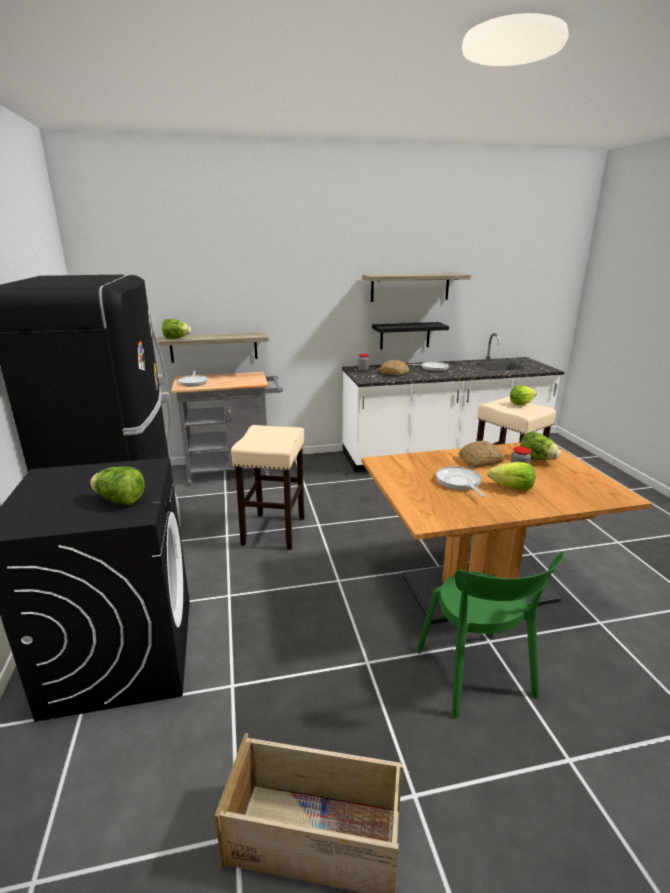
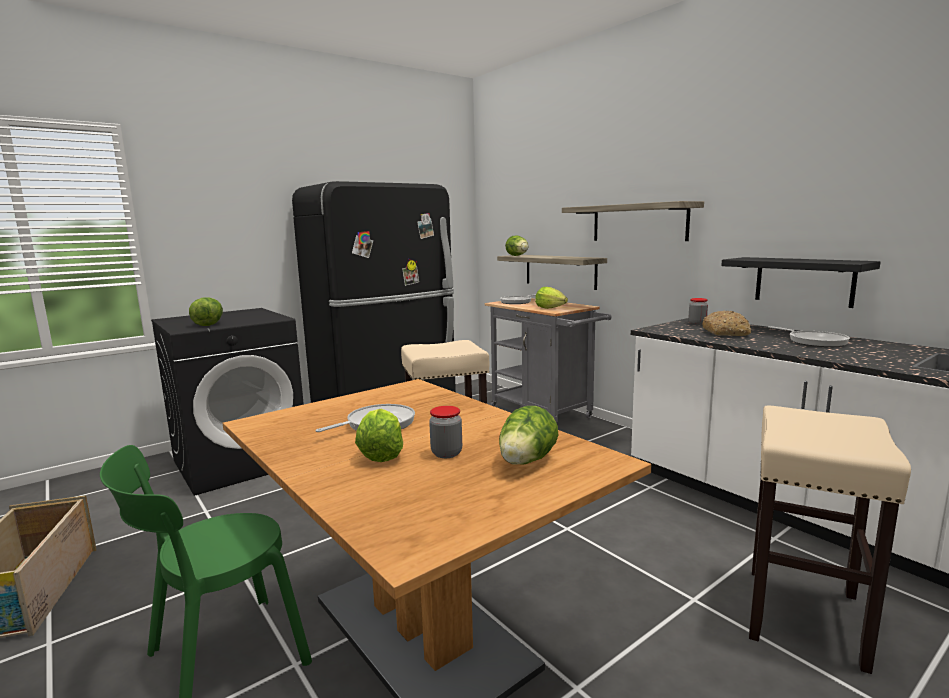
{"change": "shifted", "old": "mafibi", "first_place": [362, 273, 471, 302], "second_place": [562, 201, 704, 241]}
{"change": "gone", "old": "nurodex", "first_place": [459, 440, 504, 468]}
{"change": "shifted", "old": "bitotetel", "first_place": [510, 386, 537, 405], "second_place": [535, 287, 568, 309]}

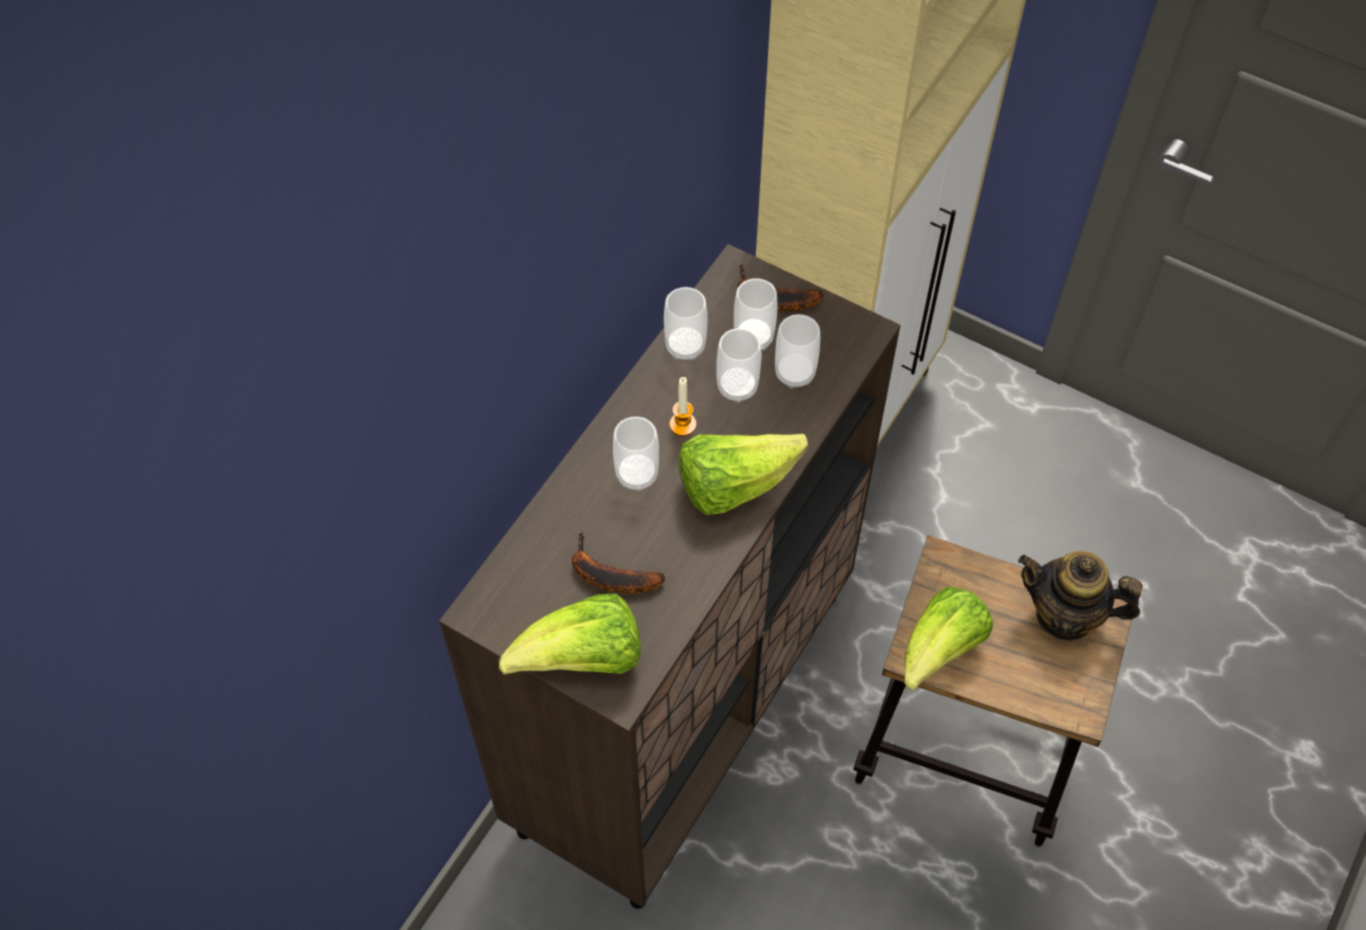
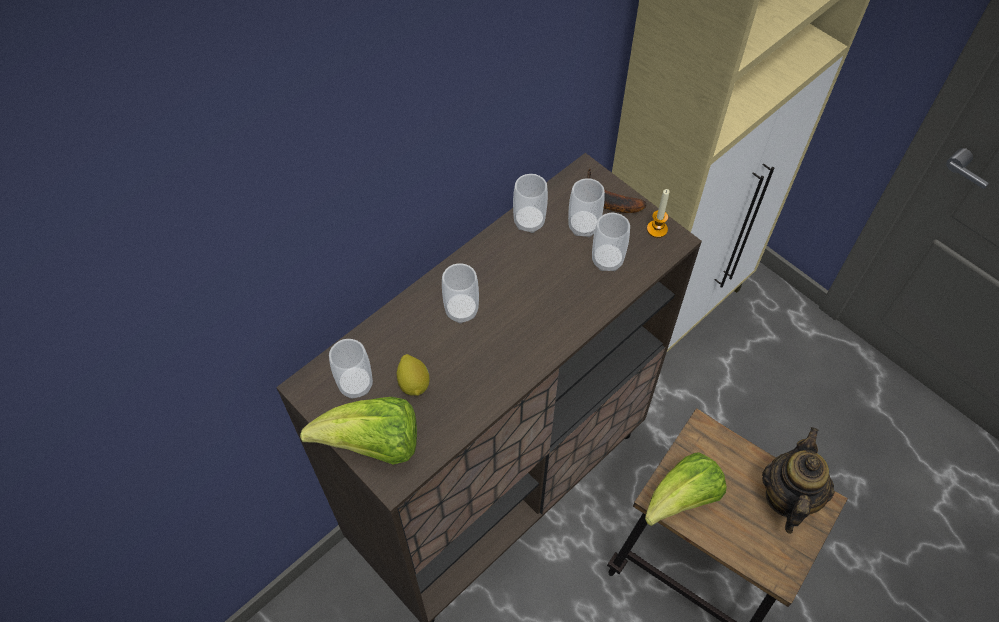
{"change": "swapped", "old": "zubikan", "new": "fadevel", "first_place": [572, 531, 665, 594], "second_place": [397, 354, 430, 396]}
{"change": "shifted", "old": "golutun", "first_place": [669, 377, 697, 436], "second_place": [647, 189, 669, 238]}
{"change": "gone", "old": "bitotetel", "first_place": [679, 434, 808, 515]}
{"change": "shifted", "old": "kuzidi", "first_place": [716, 328, 761, 403], "second_place": [329, 339, 373, 399]}
{"change": "rotated", "old": "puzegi", "first_place": [1018, 551, 1142, 641], "second_place": [762, 427, 835, 534], "degrees": 75}

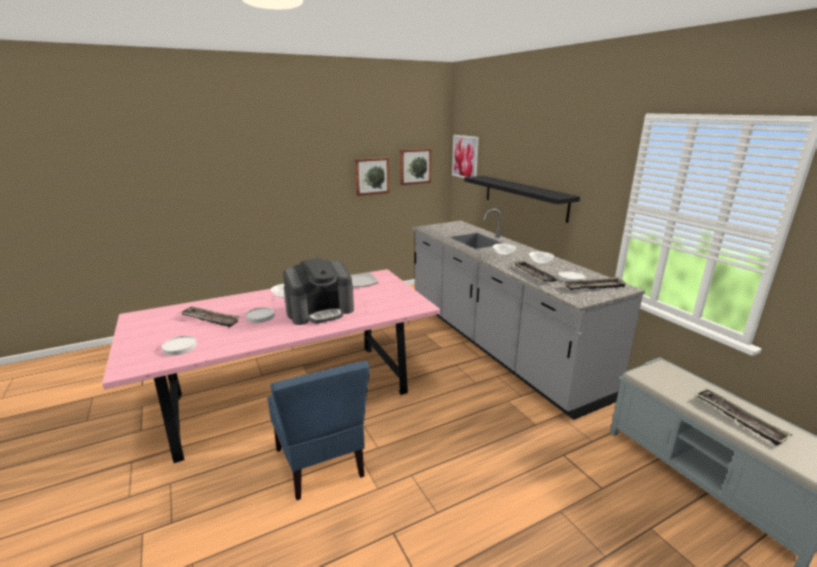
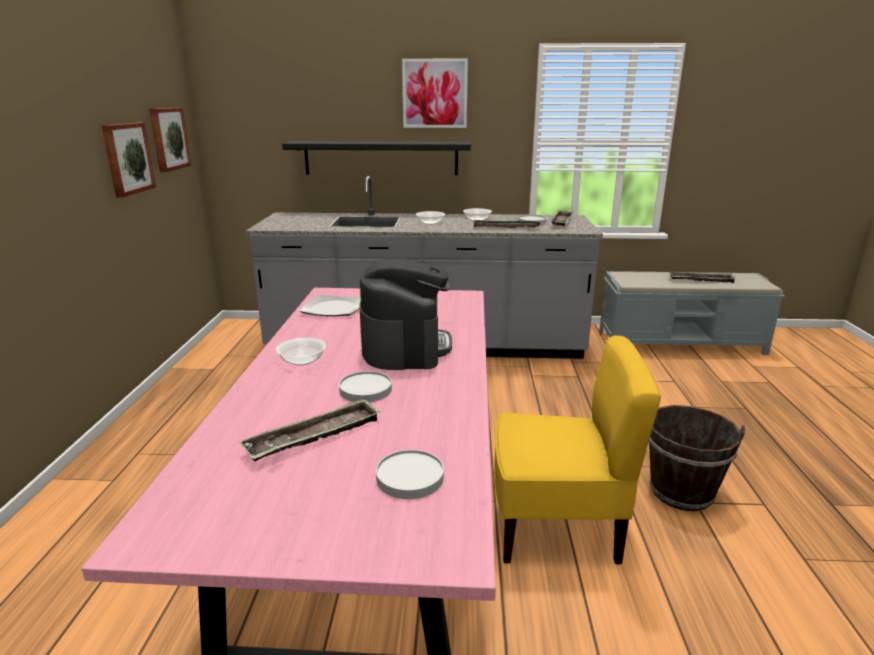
{"change": "repainted", "old": "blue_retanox", "new": "yellow_retanox", "first_place": [267, 361, 370, 501], "second_place": [494, 335, 661, 564]}
{"change": "shifted", "old": "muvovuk", "first_place": [452, 135, 479, 178], "second_place": [402, 59, 468, 128]}
{"change": "new", "new": "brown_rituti", "second_place": [649, 405, 745, 511]}

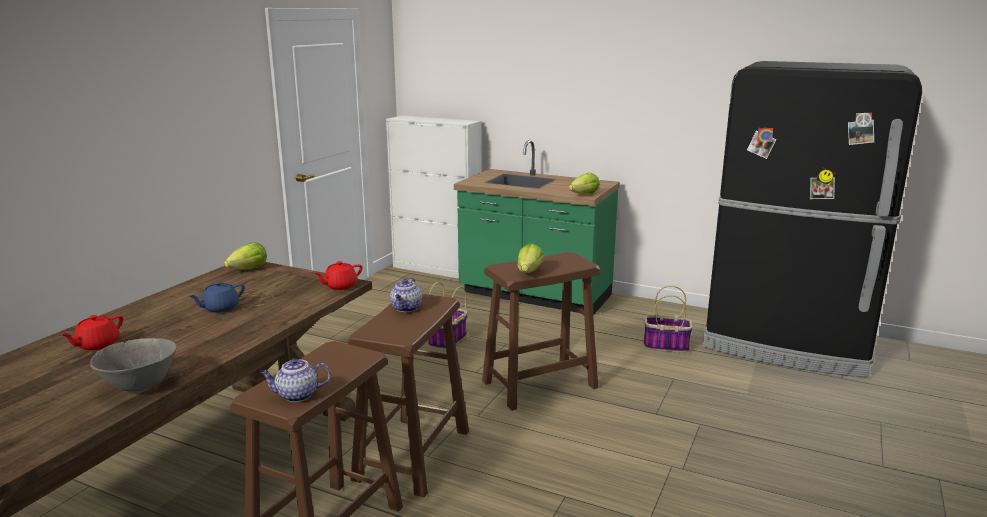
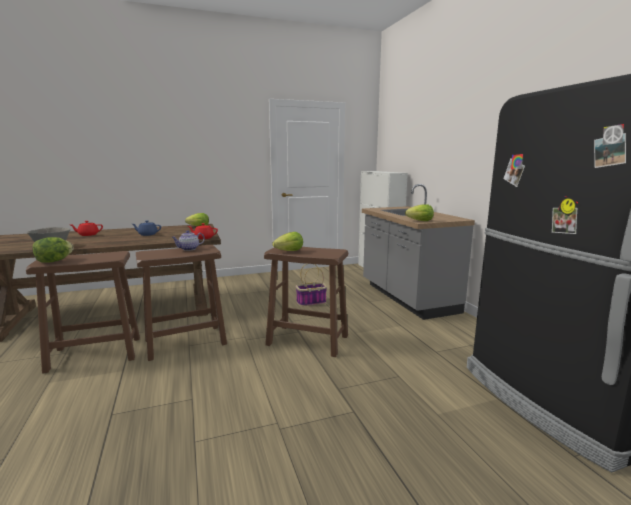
{"change": "swapped", "old": "puzegi", "new": "bitotetel", "first_place": [260, 358, 331, 402], "second_place": [32, 237, 74, 263]}
{"change": "repainted", "old": "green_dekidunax", "new": "grey_dekidunax", "first_place": [454, 140, 620, 315], "second_place": [362, 184, 475, 320]}
{"change": "gone", "old": "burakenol", "first_place": [644, 285, 693, 353]}

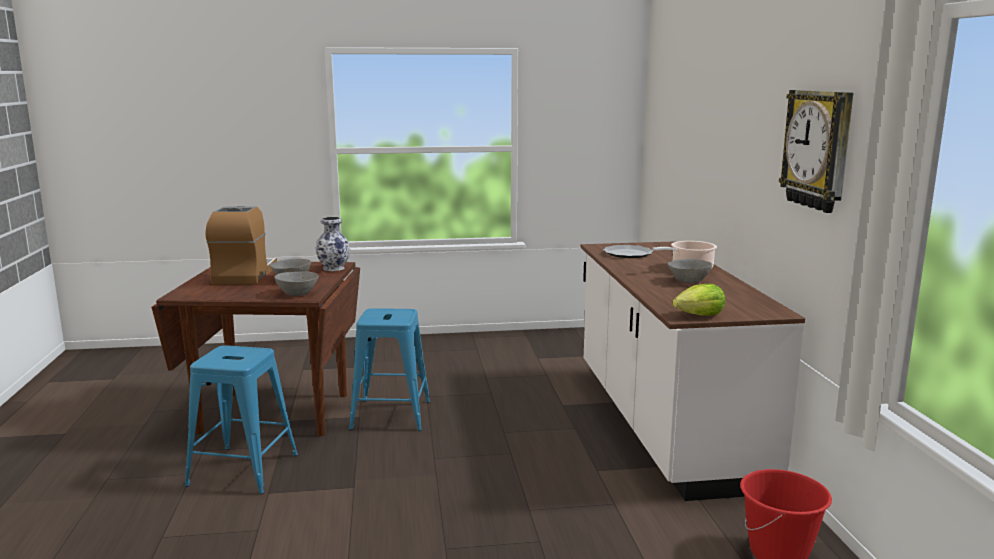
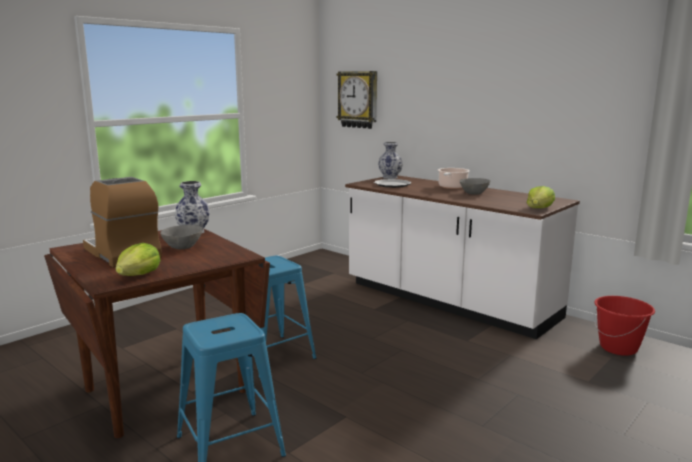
{"change": "gone", "old": "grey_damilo", "first_place": [275, 271, 318, 296]}
{"change": "shifted", "old": "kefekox", "first_place": [779, 90, 853, 213], "second_place": [336, 71, 377, 129]}
{"change": "new", "new": "bitotetel", "second_place": [116, 243, 161, 276]}
{"change": "new", "new": "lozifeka", "second_place": [378, 142, 403, 179]}

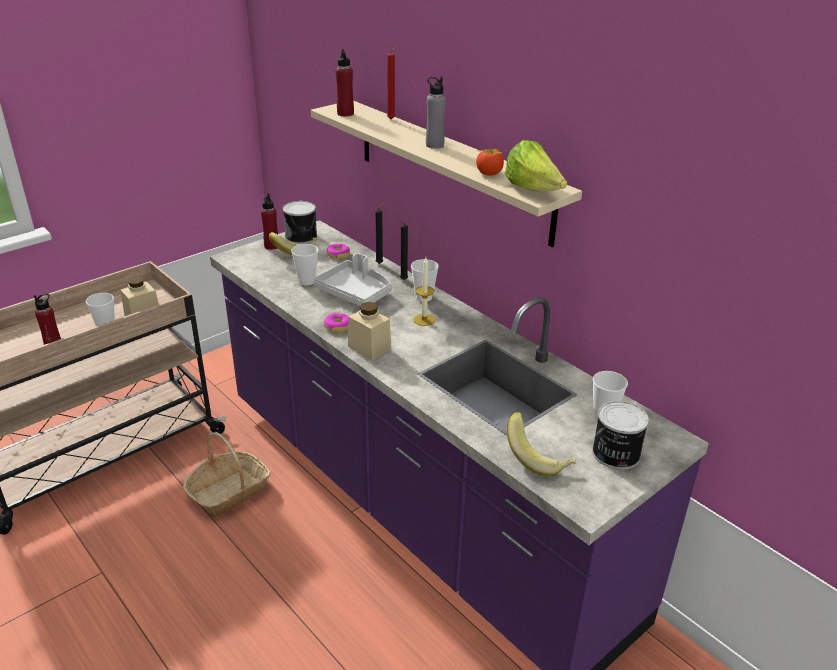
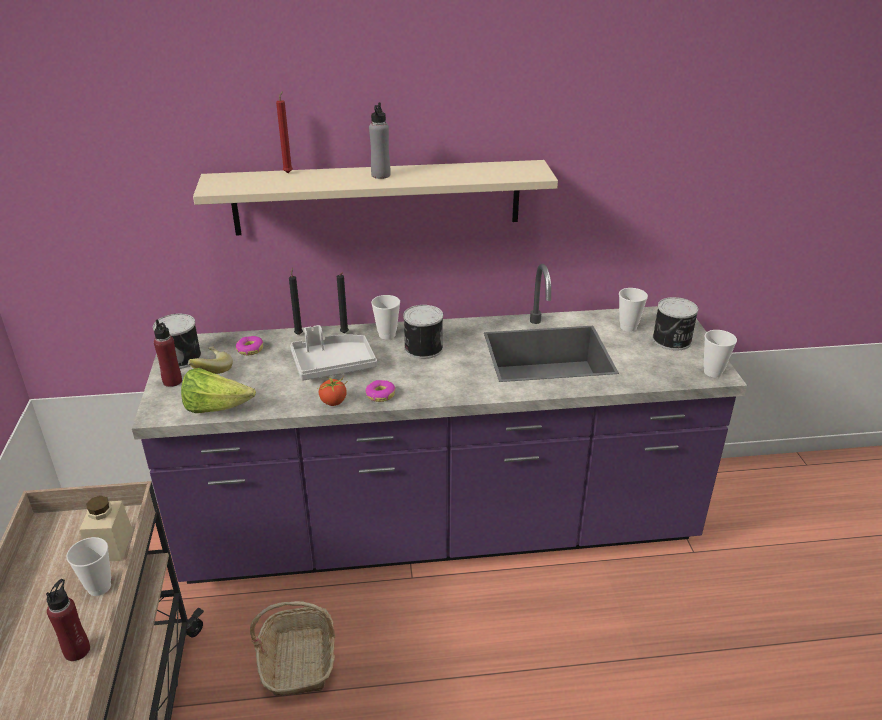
{"change": "shifted", "old": "kuzidi", "first_place": [291, 244, 318, 286], "second_place": [704, 330, 737, 377]}
{"change": "gone", "old": "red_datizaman", "first_place": [336, 49, 354, 116]}
{"change": "gone", "old": "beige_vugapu", "first_place": [348, 302, 392, 360]}
{"change": "swapped", "old": "golutun", "new": "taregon", "first_place": [413, 257, 435, 326], "second_place": [403, 305, 443, 359]}
{"change": "shifted", "old": "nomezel", "first_place": [476, 148, 505, 176], "second_place": [317, 375, 347, 406]}
{"change": "shifted", "old": "bitotetel", "first_place": [505, 140, 567, 192], "second_place": [181, 368, 256, 413]}
{"change": "gone", "old": "zubikan", "first_place": [507, 412, 576, 476]}

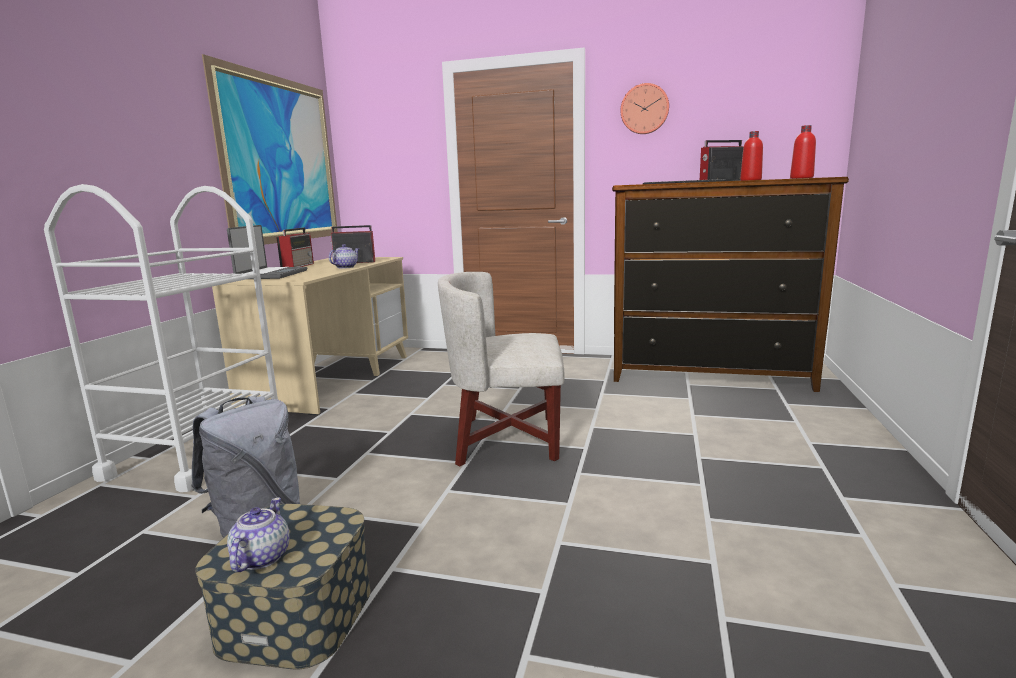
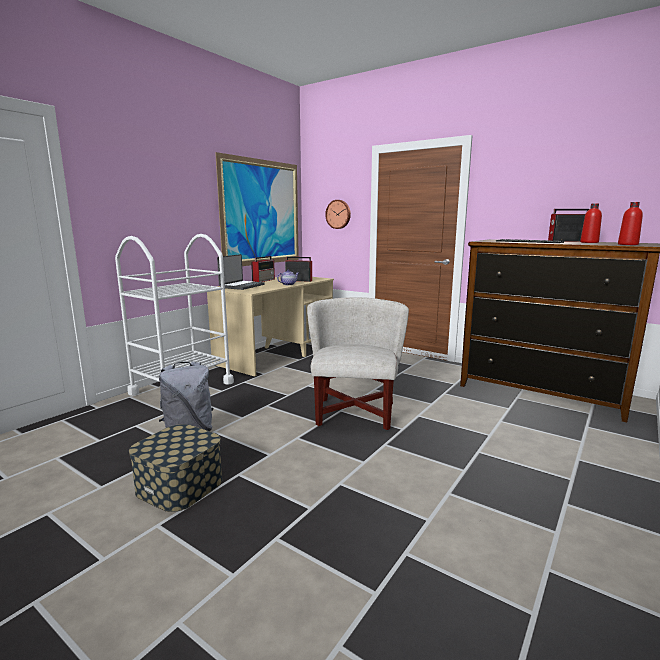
{"change": "gone", "old": "puzegi", "first_place": [227, 498, 290, 572]}
{"change": "rotated", "old": "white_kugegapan", "first_place": [438, 272, 564, 466], "second_place": [307, 297, 409, 430], "degrees": 75}
{"change": "shifted", "old": "kefekox", "first_place": [620, 83, 669, 134], "second_place": [325, 200, 351, 229]}

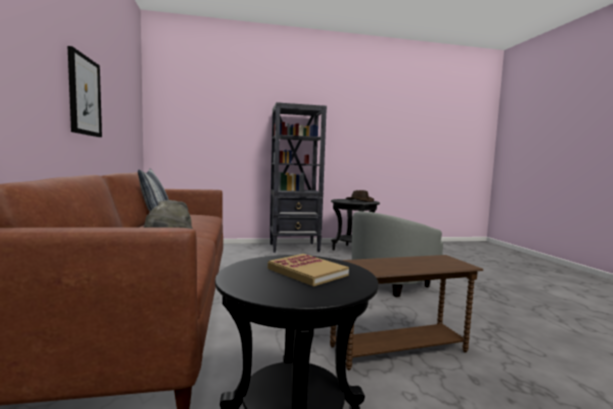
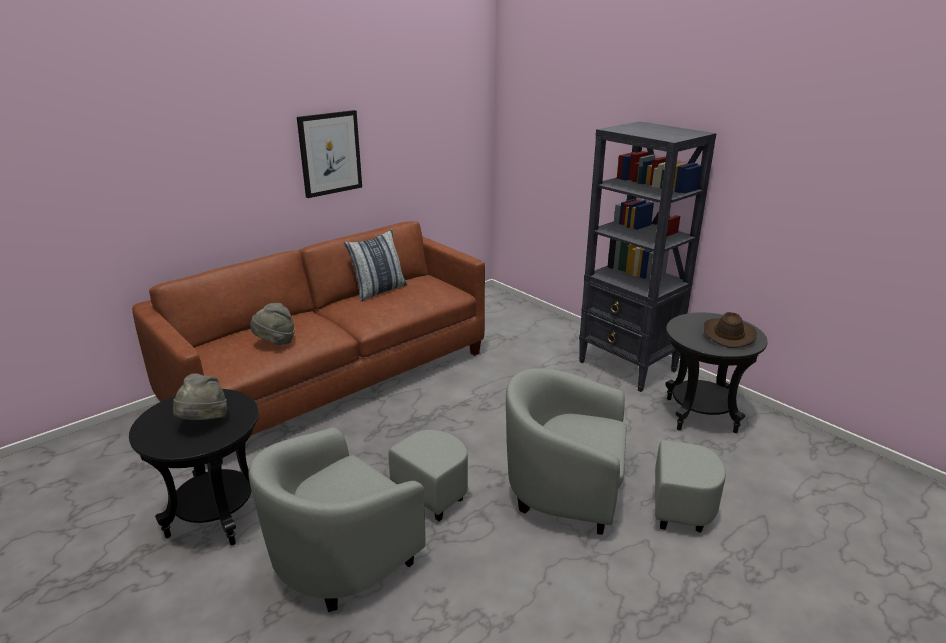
{"change": "swapped", "old": "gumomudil", "new": "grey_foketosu", "first_place": [268, 254, 349, 286], "second_place": [173, 373, 227, 420]}
{"change": "swapped", "old": "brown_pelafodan", "new": "grey_kugegapan", "first_place": [330, 255, 483, 370], "second_place": [249, 427, 468, 612]}

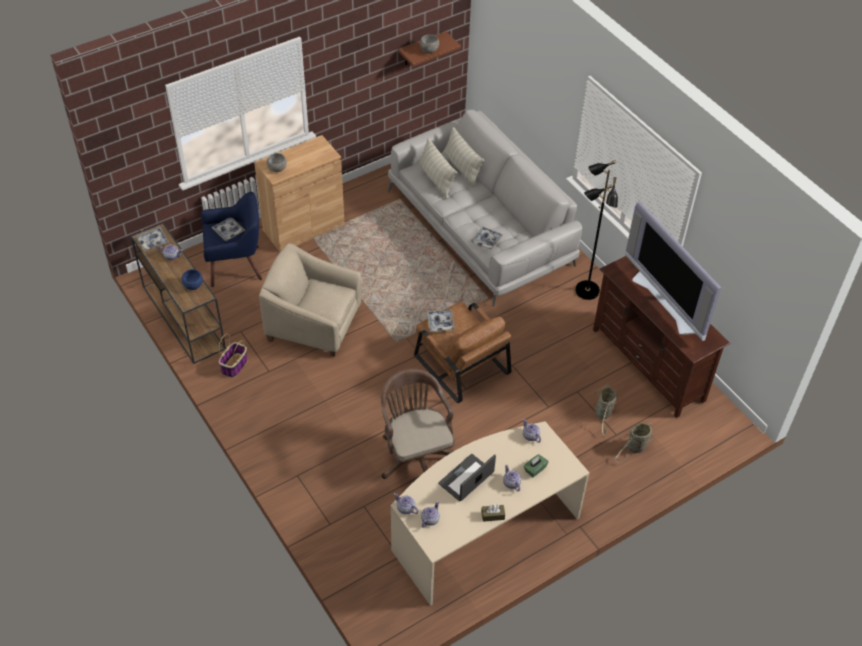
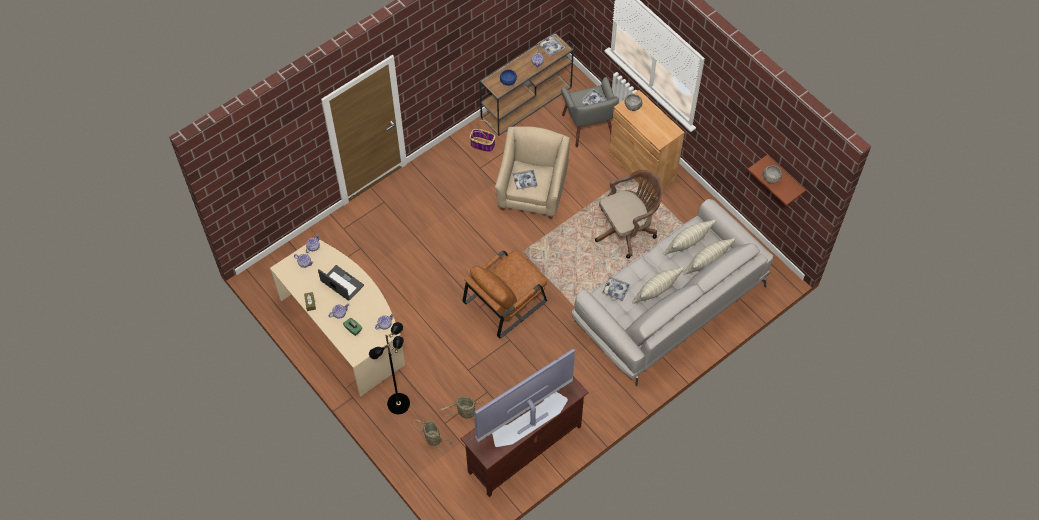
{"change": "repainted", "old": "blue_kugegapan", "new": "grey_kugegapan", "first_place": [201, 192, 262, 287], "second_place": [561, 77, 619, 147]}
{"change": "shifted", "old": "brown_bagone", "first_place": [381, 369, 455, 479], "second_place": [595, 169, 663, 259]}
{"change": "shifted", "old": "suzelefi", "first_place": [427, 310, 455, 332], "second_place": [513, 169, 538, 190]}
{"change": "shifted", "old": "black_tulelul", "first_place": [575, 160, 618, 300], "second_place": [369, 322, 410, 414]}
{"change": "new", "new": "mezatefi", "second_place": [632, 267, 684, 304]}

